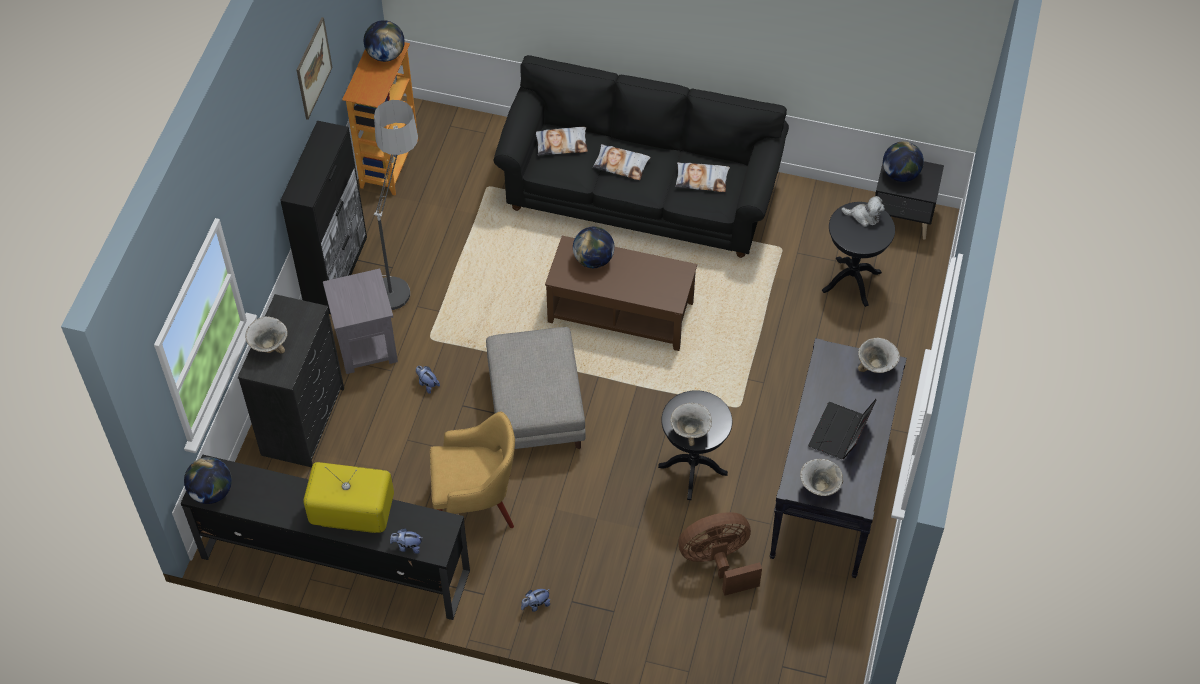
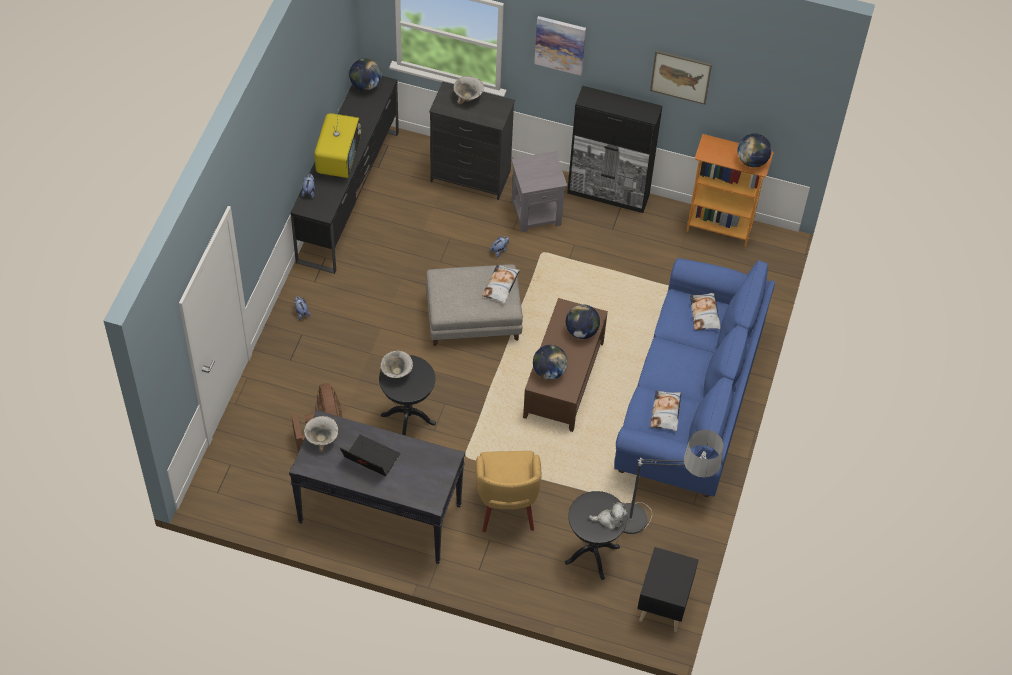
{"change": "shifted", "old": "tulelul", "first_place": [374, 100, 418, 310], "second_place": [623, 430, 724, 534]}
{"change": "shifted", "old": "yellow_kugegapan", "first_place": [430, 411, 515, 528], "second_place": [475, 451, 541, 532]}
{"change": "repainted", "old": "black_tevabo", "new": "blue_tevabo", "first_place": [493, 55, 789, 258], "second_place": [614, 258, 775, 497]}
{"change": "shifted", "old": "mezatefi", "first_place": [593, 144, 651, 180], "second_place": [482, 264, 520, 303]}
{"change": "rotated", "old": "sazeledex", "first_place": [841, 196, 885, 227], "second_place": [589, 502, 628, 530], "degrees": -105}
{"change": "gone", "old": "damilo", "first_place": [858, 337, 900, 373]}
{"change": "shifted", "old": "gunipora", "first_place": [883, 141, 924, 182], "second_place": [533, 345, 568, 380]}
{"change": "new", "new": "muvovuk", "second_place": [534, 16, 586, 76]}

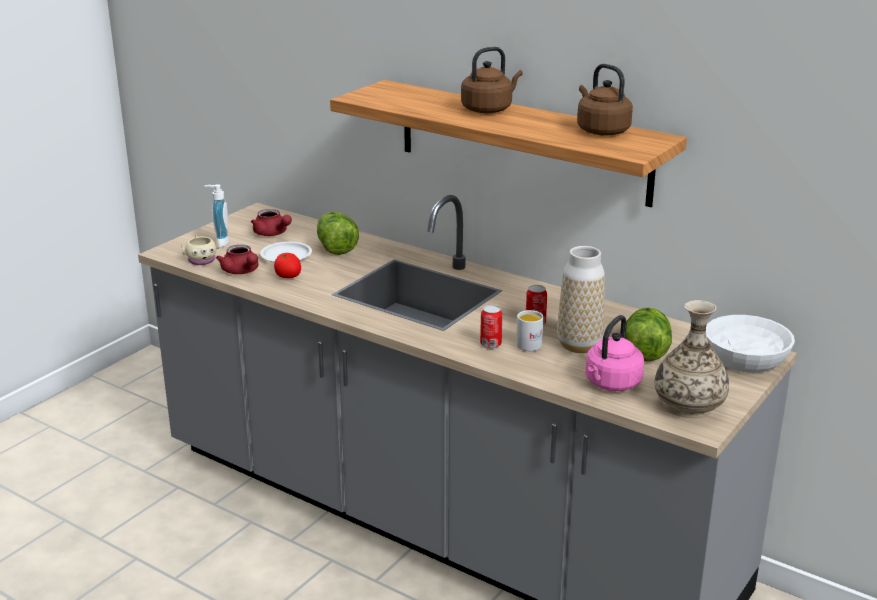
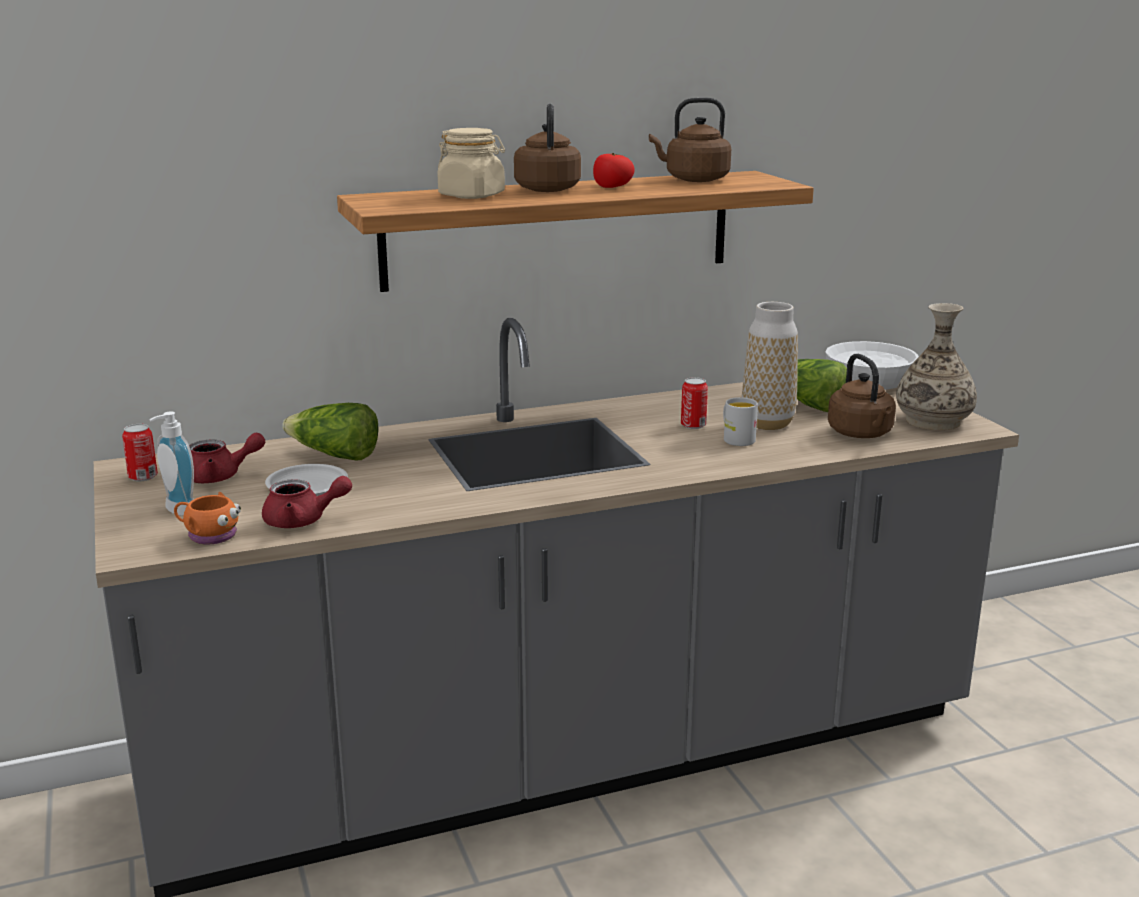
{"change": "repainted", "old": "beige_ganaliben", "new": "orange_ganaliben", "first_place": [181, 236, 219, 265], "second_place": [174, 492, 241, 545]}
{"change": "shifted", "old": "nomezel", "first_place": [274, 253, 301, 278], "second_place": [593, 153, 635, 188]}
{"change": "shifted", "old": "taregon", "first_place": [480, 305, 502, 348], "second_place": [122, 424, 158, 481]}
{"change": "repainted", "old": "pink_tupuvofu", "new": "brown_tupuvofu", "first_place": [586, 315, 644, 391], "second_place": [828, 354, 896, 438]}
{"change": "new", "new": "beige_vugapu", "second_place": [437, 128, 505, 199]}

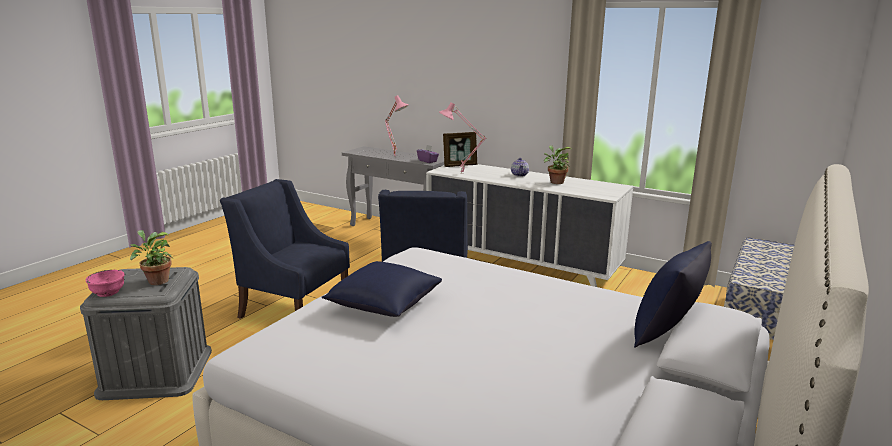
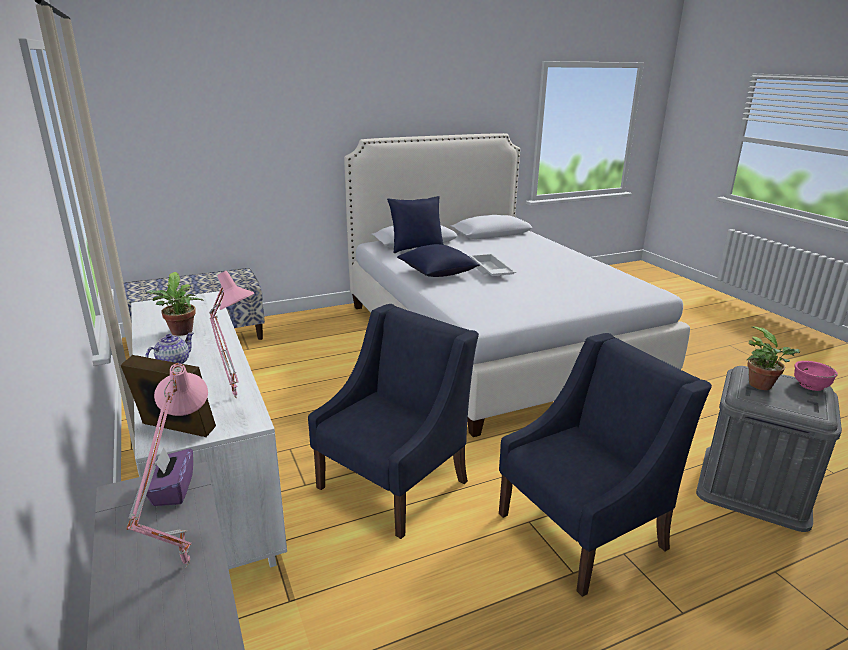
{"change": "rotated", "old": "blue_kugegapan", "first_place": [220, 179, 350, 319], "second_place": [499, 333, 712, 597], "degrees": -90}
{"change": "shifted", "old": "blue_mezatefi", "first_place": [322, 261, 442, 317], "second_place": [397, 244, 480, 277]}
{"change": "new", "new": "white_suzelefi", "second_place": [470, 254, 516, 276]}

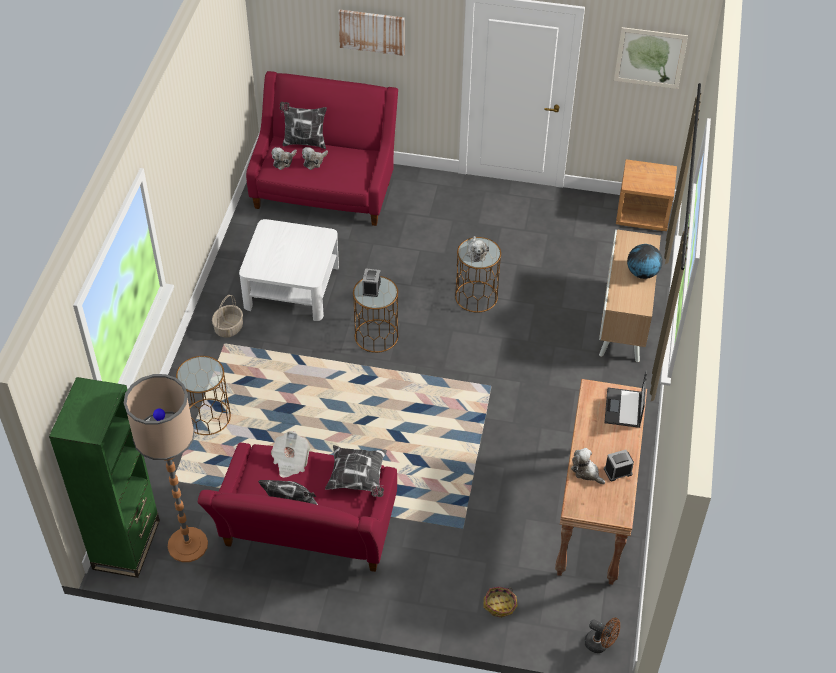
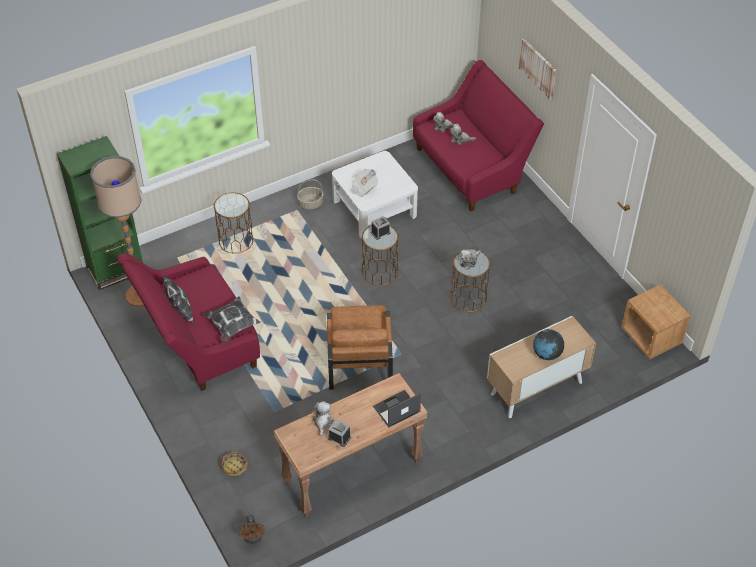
{"change": "shifted", "old": "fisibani", "first_place": [271, 431, 310, 478], "second_place": [349, 169, 378, 197]}
{"change": "gone", "old": "mezatefi", "first_place": [280, 102, 327, 149]}
{"change": "gone", "old": "muvovuk", "first_place": [614, 27, 688, 89]}
{"change": "new", "new": "brown_kugegapan", "second_place": [327, 305, 393, 390]}

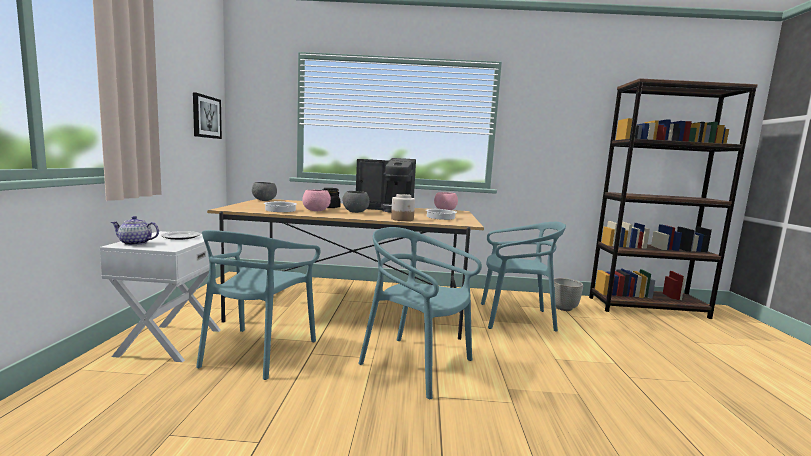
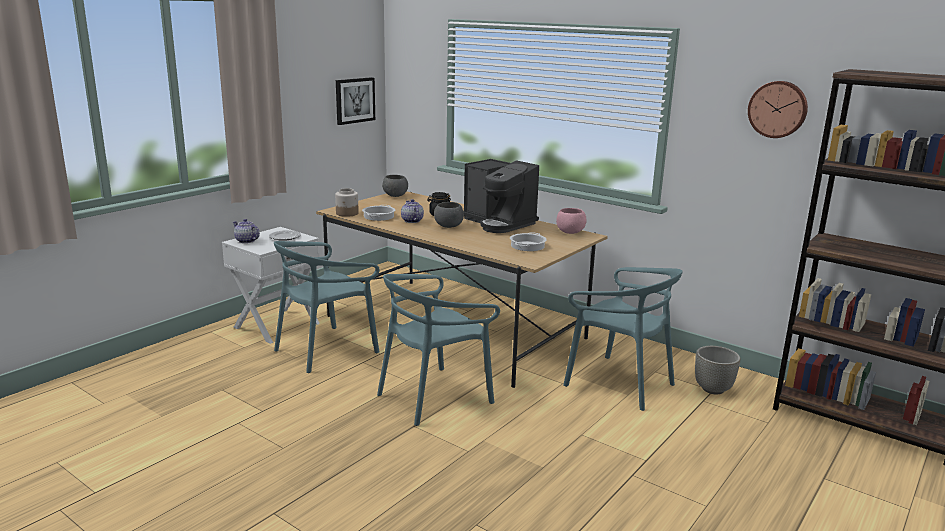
{"change": "swapped", "old": "pink_damilo", "new": "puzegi", "first_place": [302, 190, 331, 211], "second_place": [401, 199, 424, 223]}
{"change": "rotated", "old": "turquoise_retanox", "first_place": [358, 227, 482, 399], "second_place": [377, 274, 500, 426], "degrees": -105}
{"change": "shifted", "old": "vugapu", "first_place": [391, 194, 415, 221], "second_place": [335, 188, 359, 217]}
{"change": "new", "new": "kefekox", "second_place": [748, 81, 808, 138]}

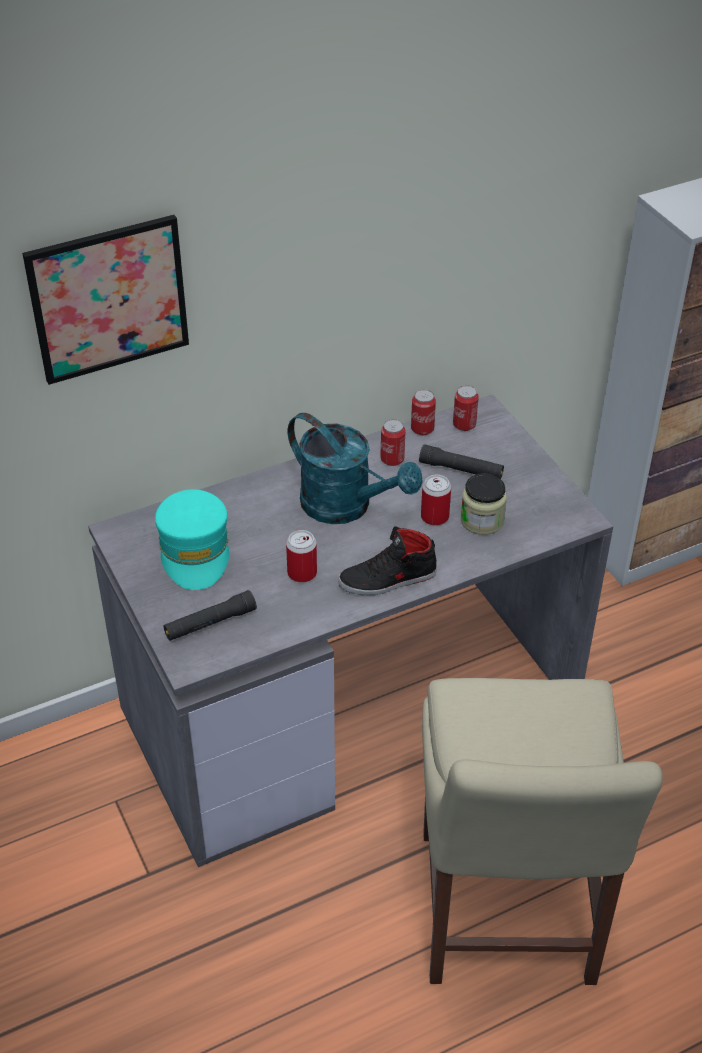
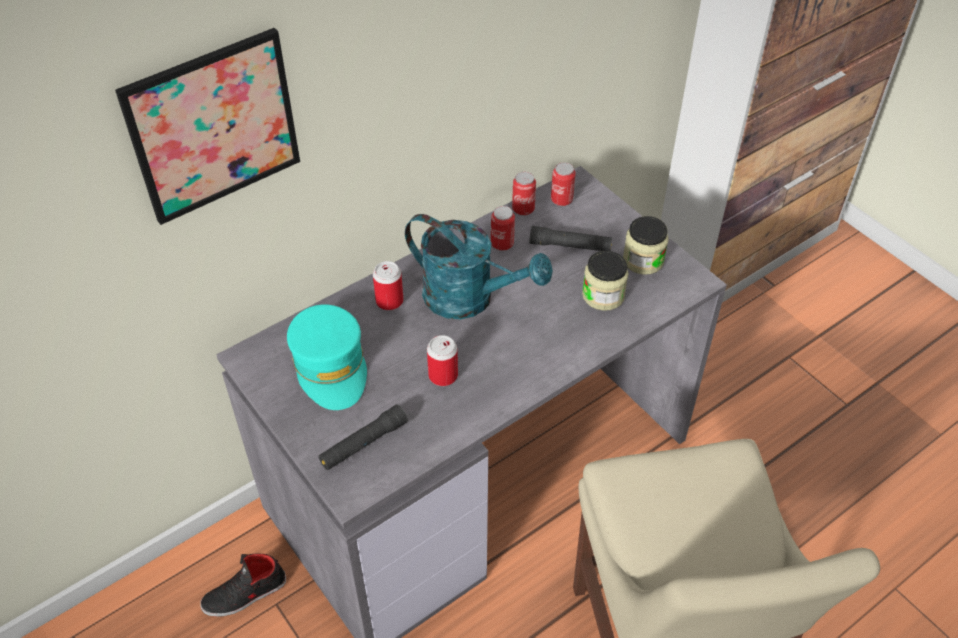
{"change": "shifted", "old": "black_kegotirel", "first_place": [338, 526, 437, 595], "second_place": [200, 553, 286, 617]}
{"change": "shifted", "old": "taregon", "first_place": [421, 475, 451, 526], "second_place": [373, 261, 404, 310]}
{"change": "new", "new": "vugapu", "second_place": [623, 216, 669, 275]}

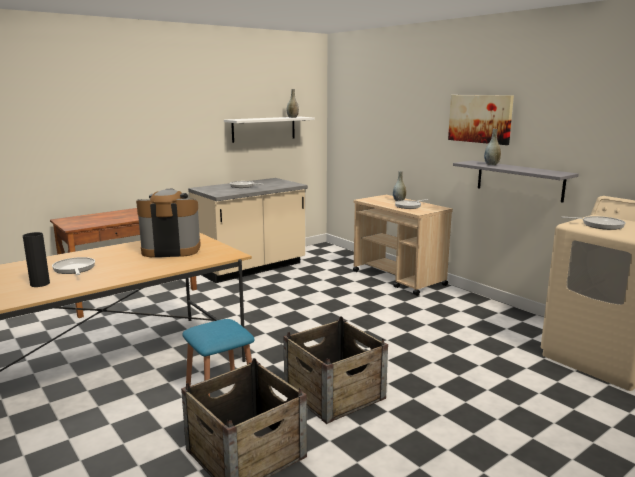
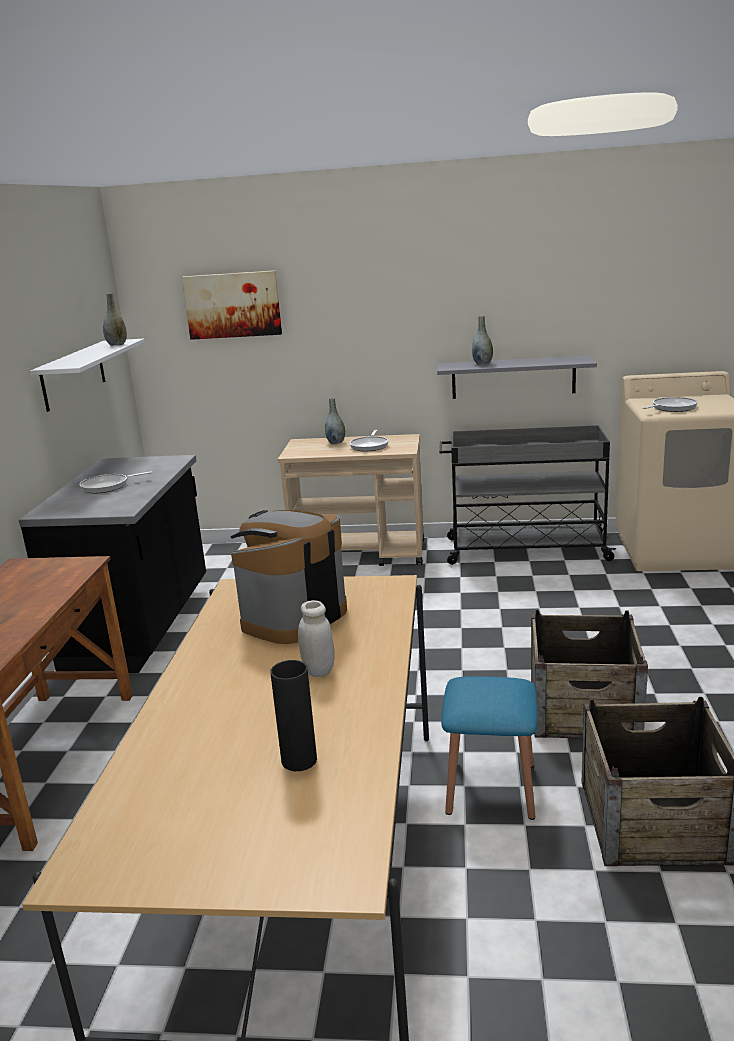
{"change": "gone", "old": "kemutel", "first_place": [52, 257, 95, 275]}
{"change": "repainted", "old": "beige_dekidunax", "new": "black_dekidunax", "first_place": [188, 178, 308, 283], "second_place": [19, 455, 206, 673]}
{"change": "shifted", "old": "muvovuk", "first_place": [448, 95, 514, 145], "second_place": [182, 270, 282, 340]}
{"change": "new", "new": "white_vugapu", "second_place": [298, 600, 334, 677]}
{"change": "new", "new": "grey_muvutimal", "second_place": [439, 425, 617, 565]}

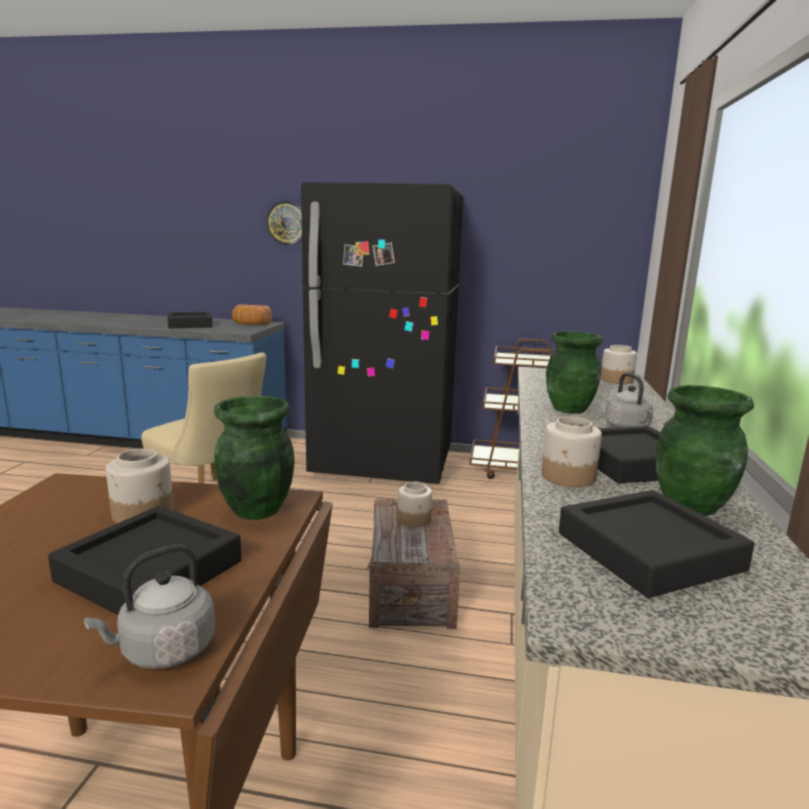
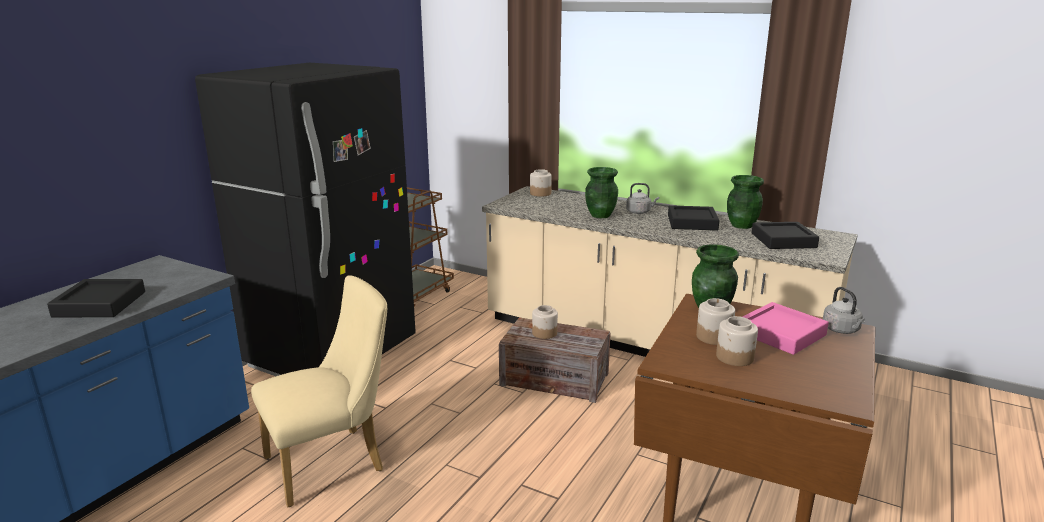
{"change": "repainted", "old": "black_suzelefi", "new": "pink_suzelefi", "first_place": [48, 506, 241, 615], "second_place": [742, 302, 829, 355]}
{"change": "gone", "old": "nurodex", "first_place": [232, 305, 272, 325]}
{"change": "gone", "old": "kefekox", "first_place": [266, 201, 302, 245]}
{"change": "shifted", "old": "vugapu", "first_place": [542, 417, 602, 487], "second_place": [716, 316, 758, 366]}

